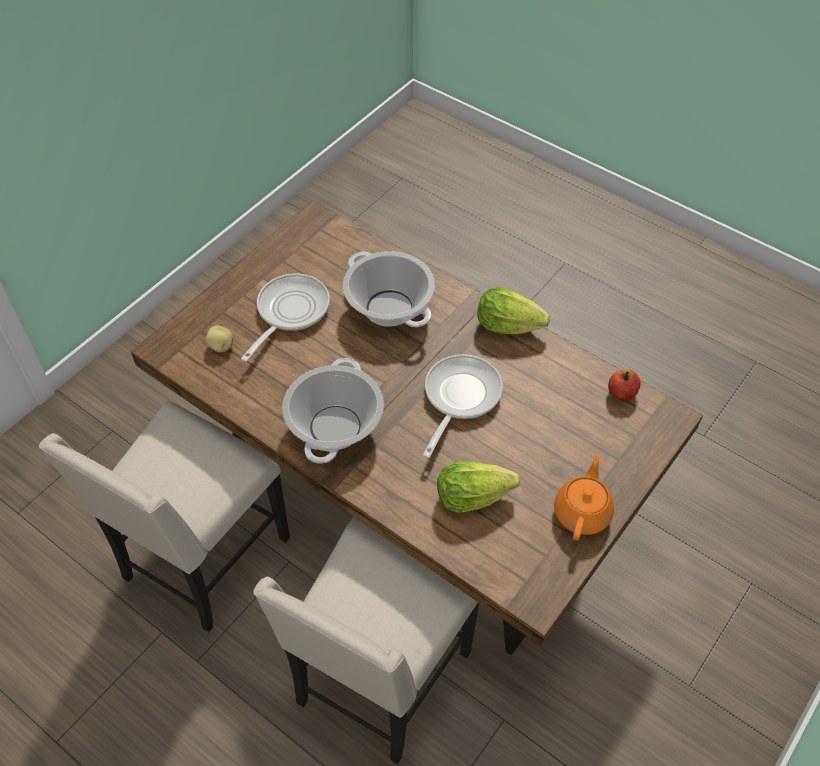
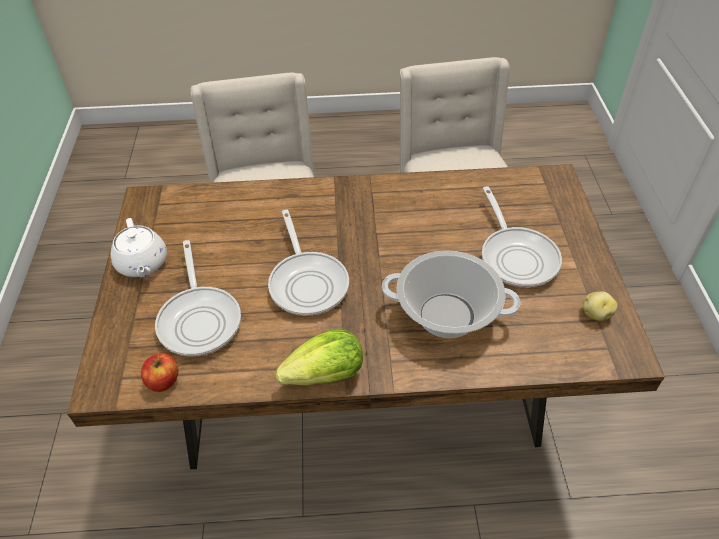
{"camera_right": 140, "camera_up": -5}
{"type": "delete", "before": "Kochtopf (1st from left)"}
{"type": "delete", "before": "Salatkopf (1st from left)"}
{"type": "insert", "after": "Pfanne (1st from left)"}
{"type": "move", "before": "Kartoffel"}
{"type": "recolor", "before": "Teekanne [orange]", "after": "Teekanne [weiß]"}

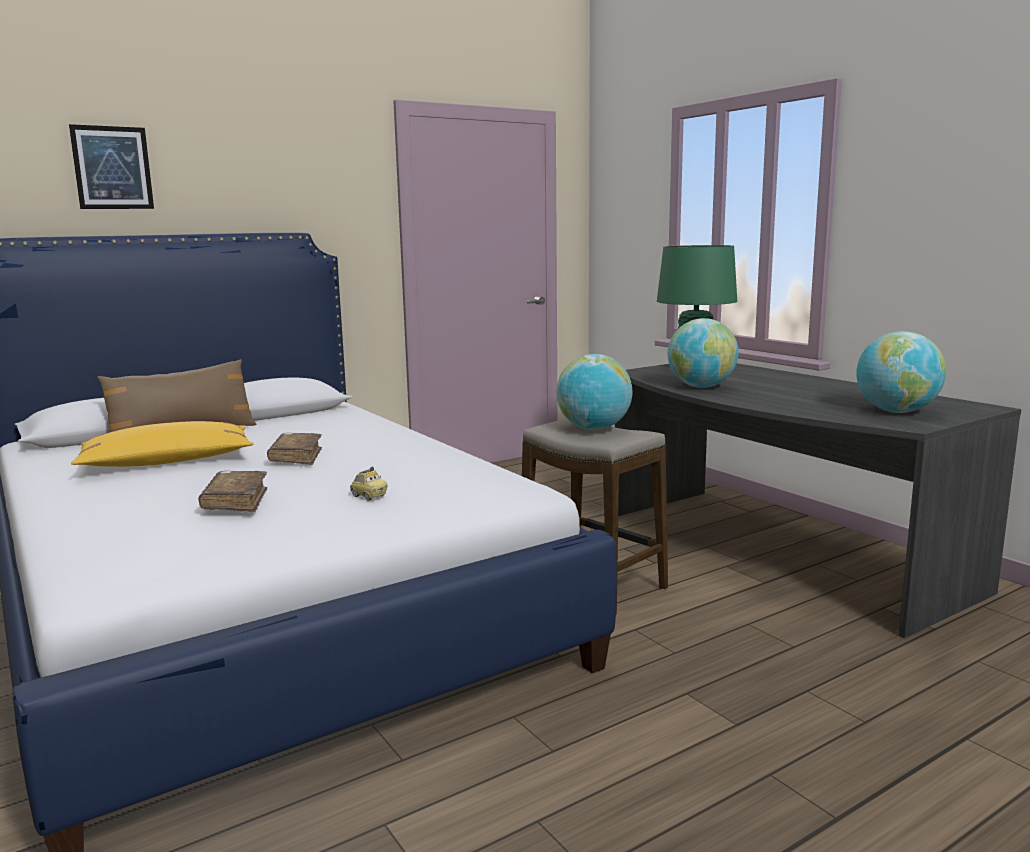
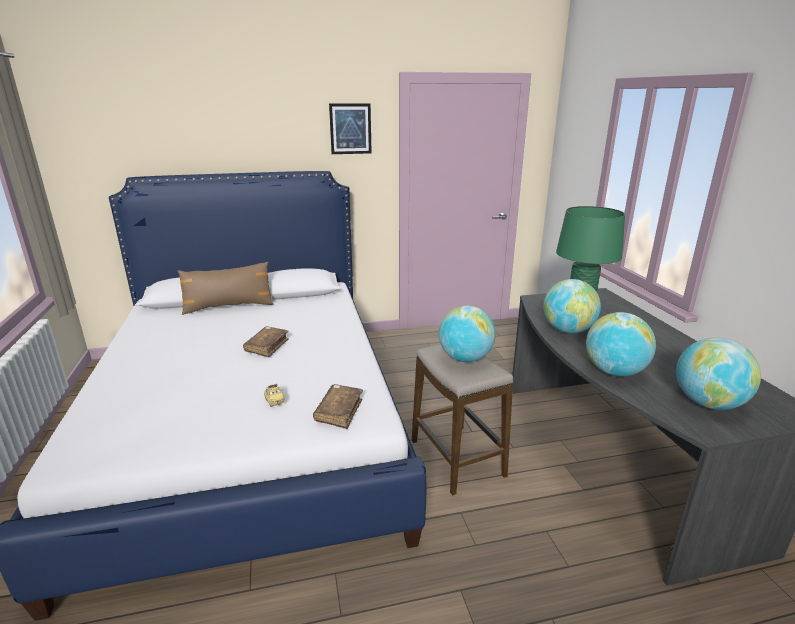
{"camera_right": 20, "camera_up": 10}
{"type": "delete", "before": "Kissen [gelb]"}
{"type": "insert", "after": "Globus (3rd from left)"}
{"type": "move", "before": "Bild"}
{"type": "move", "before": "Buch [braun] (1st from left in the first image)", "after": "Buch [braun] (2nd from left)"}

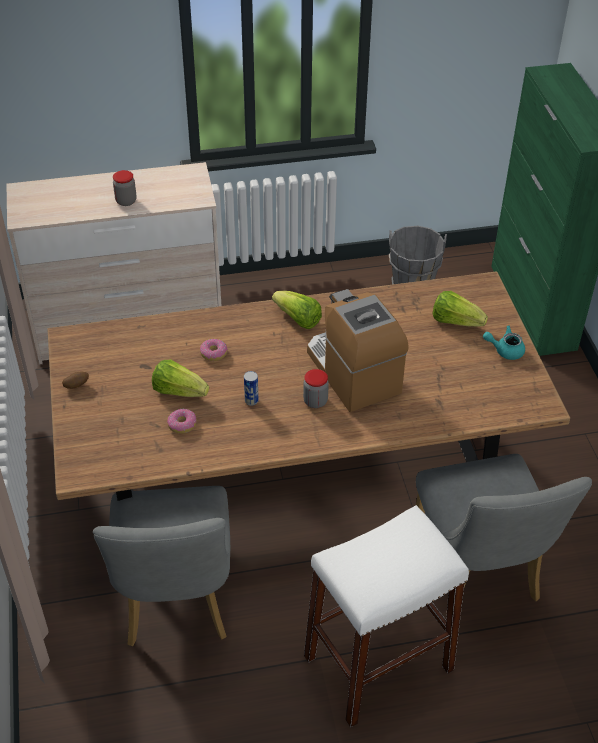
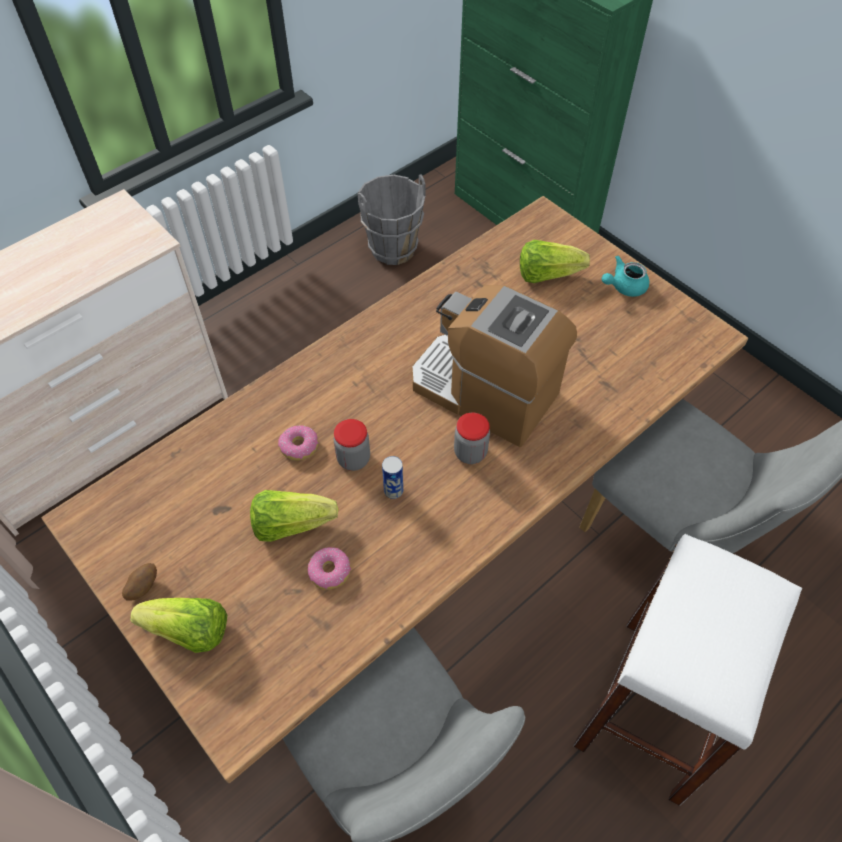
{"camera_right": -30, "camera_up": 10}
{"type": "move", "before": "Vorratsglas (1st from left)"}
{"type": "move", "before": "Salatkopf (2nd from left in the first image)", "after": "Salatkopf (1st from left)"}

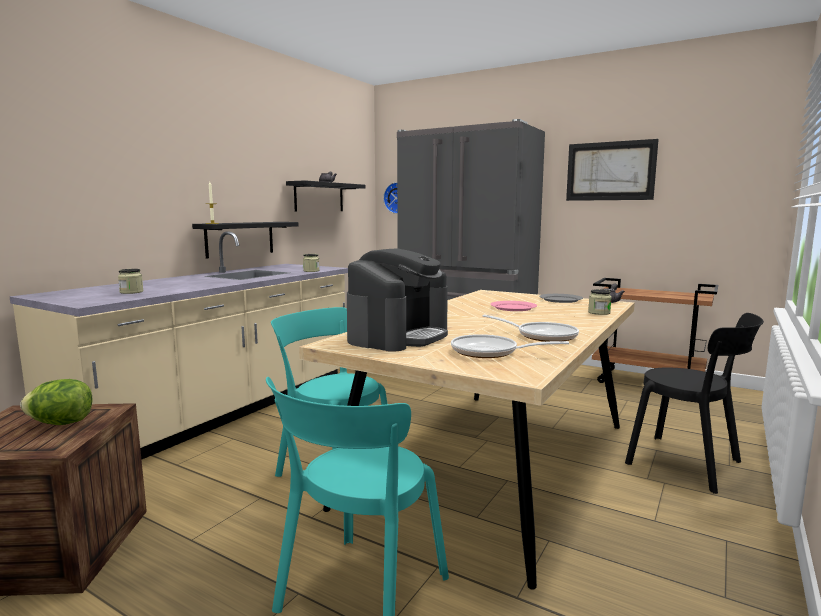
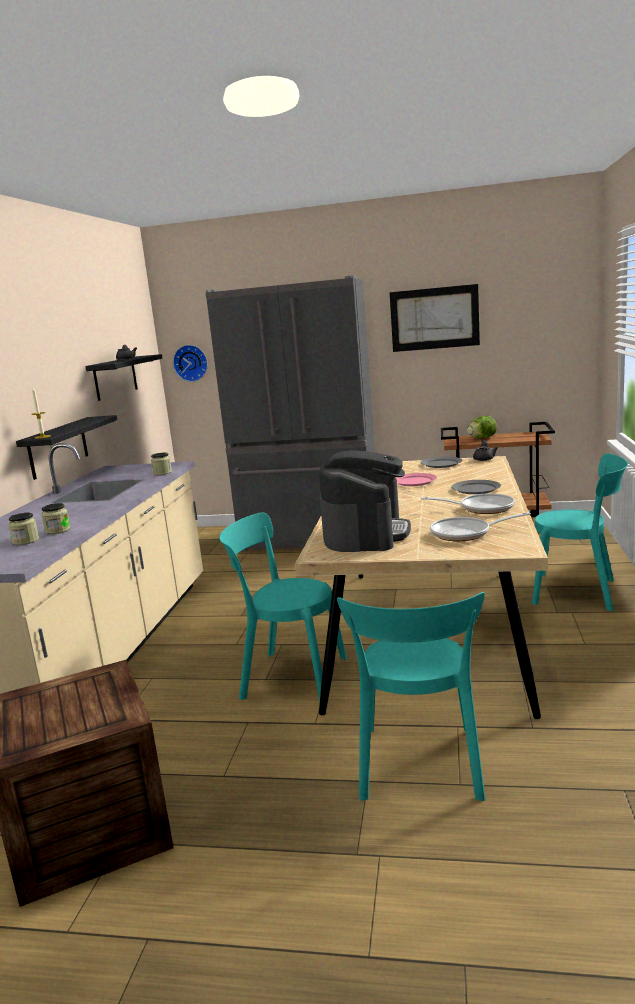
{"camera_right": -20, "camera_up": 5}
{"type": "insert", "after": "Teller [grau] (2nd from left)"}
{"type": "move", "before": "Salatkopf"}
{"type": "move", "before": "Vorratsglas (3rd from left in the first image)", "after": "Vorratsglas (2nd from left)"}
{"type": "recolor", "before": "Stuhl [schwarz]", "after": "Stuhl [türkis] (3rd from left)"}

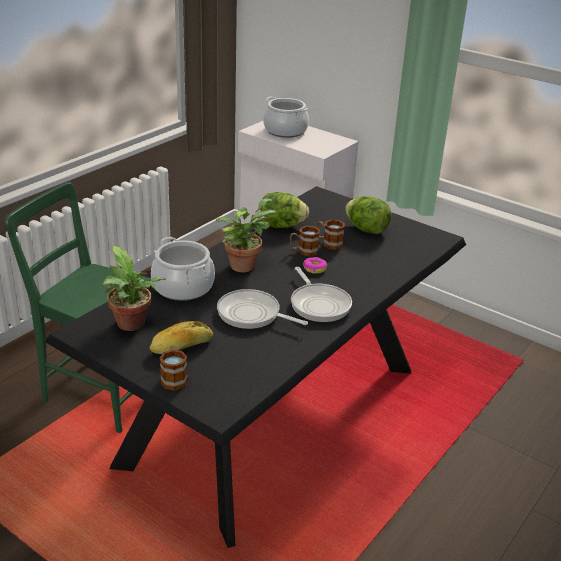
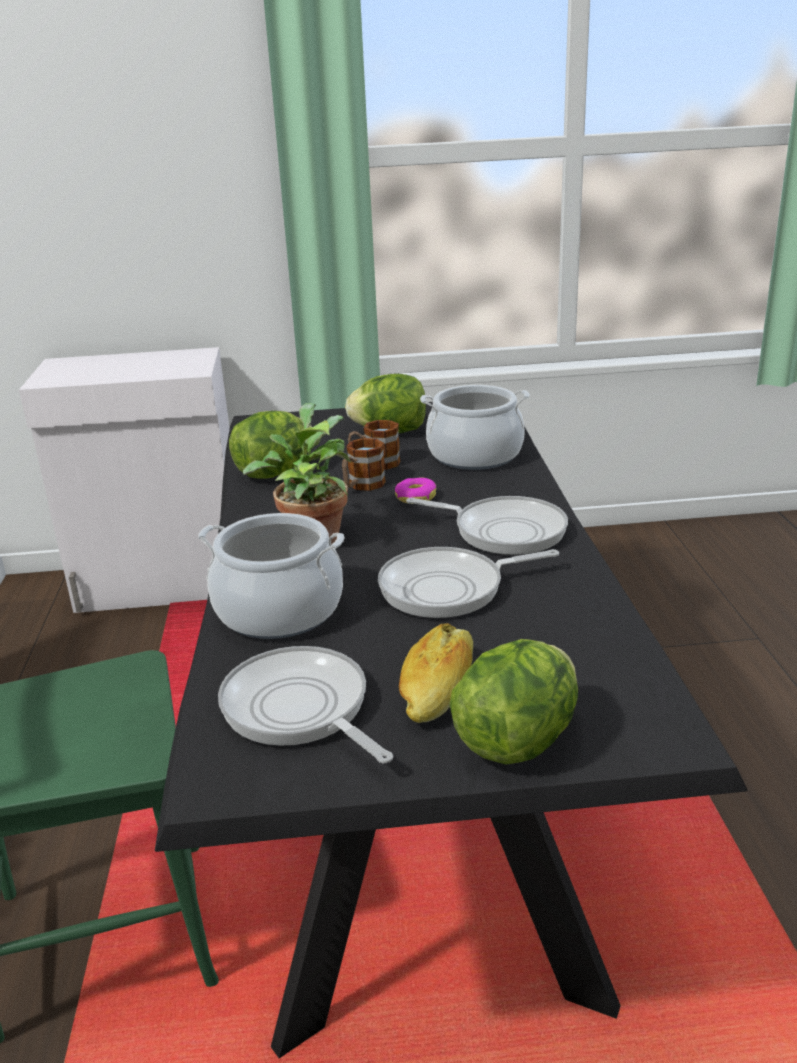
{"camera_right": -40, "camera_up": -5}
{"type": "move", "before": "Kochtopf (2nd from left)"}
{"type": "replace", "before": "Topfpflanze (1st from left)", "after": "Pfanne (1st from left)"}
{"type": "replace", "before": "Henkelbecher (1st from left)", "after": "Salatkopf (3rd from left)"}

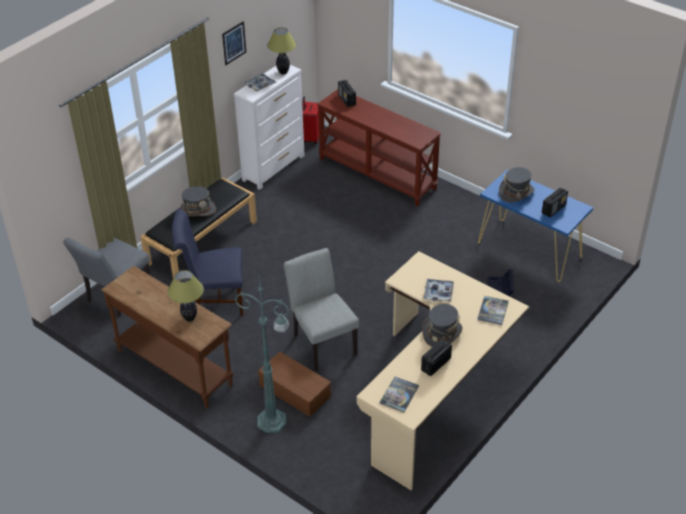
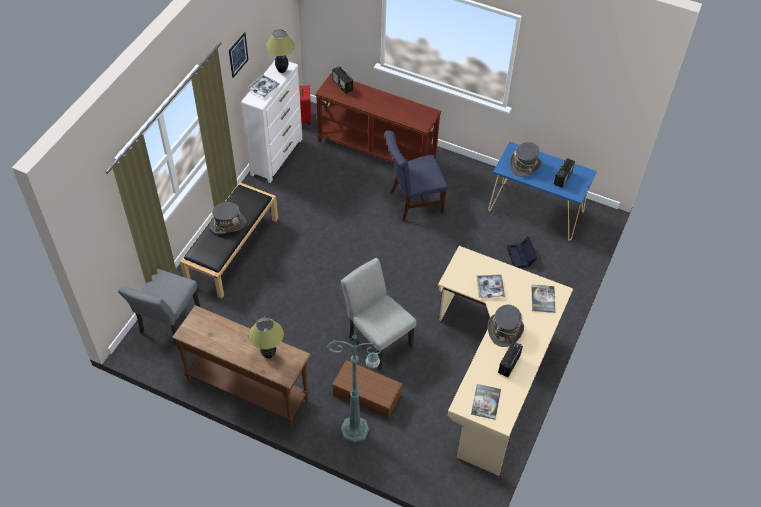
{"camera_right": -15, "camera_up": 10}
{"type": "move", "before": "Stuhl [blau]"}

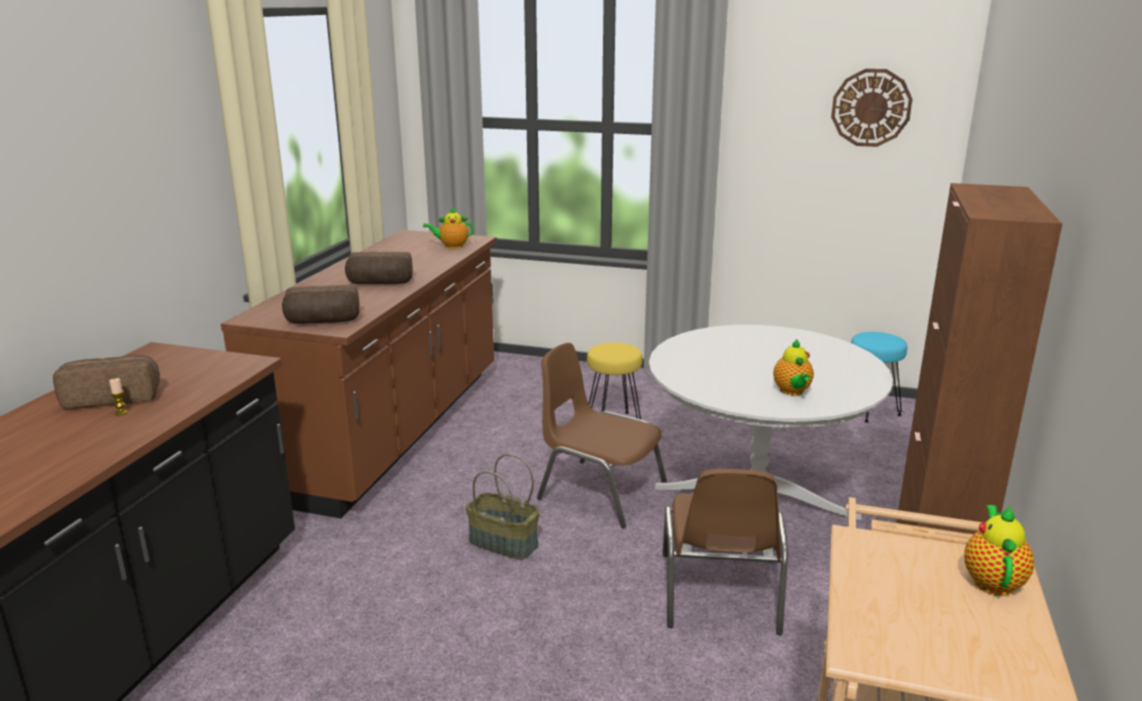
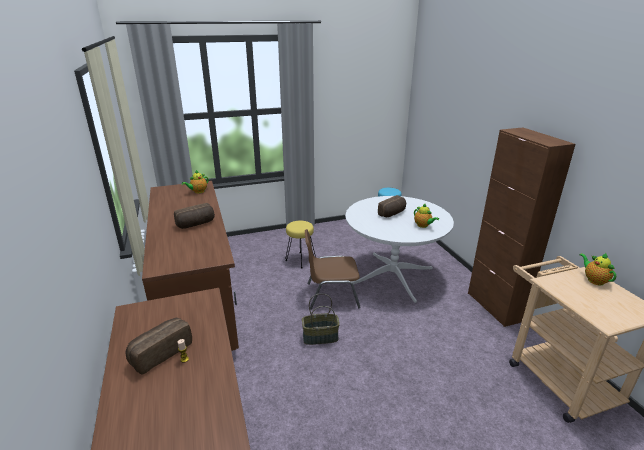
{"camera_right": -35, "camera_up": 5}
{"type": "delete", "before": "Stuhl [braun] (2nd from left)"}
{"type": "delete", "before": "Wanduhr"}
{"type": "move", "before": "Brot (2nd from left in the first image)", "after": "Brot (3rd from left)"}

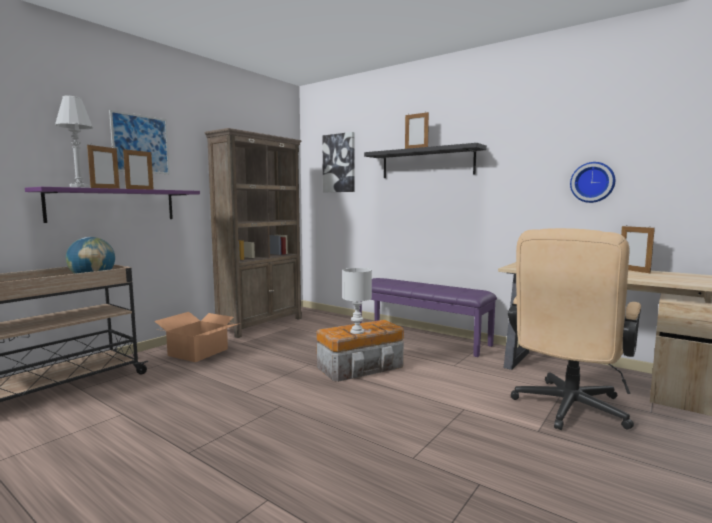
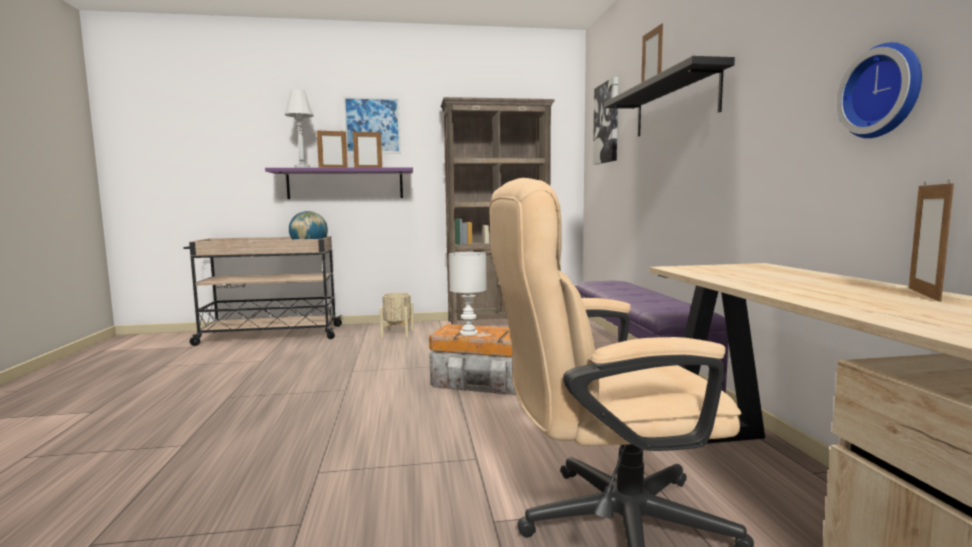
{"camera_right": 45, "camera_up": 0}
{"type": "replace", "before": "Karton", "after": "Pflanzkübel [beige]"}

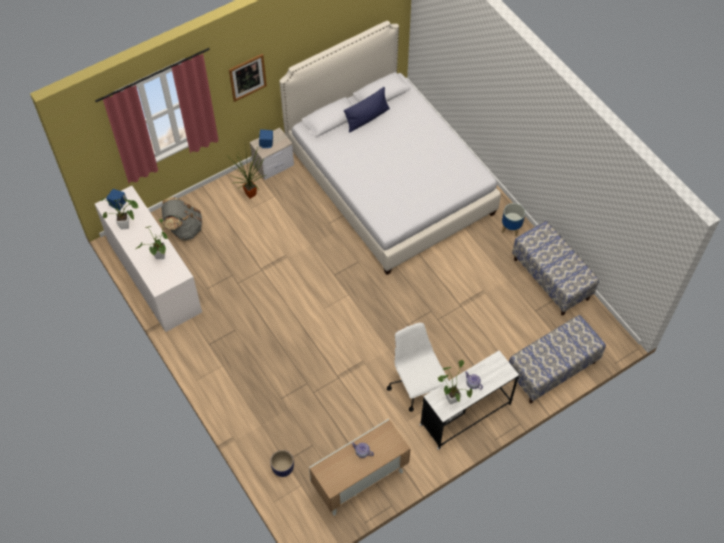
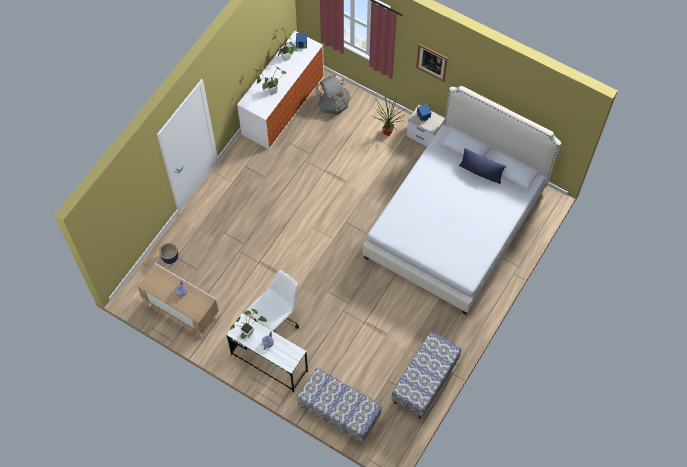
{"camera_right": 65, "camera_up": 5}
{"type": "delete", "before": "Pflanzkübel (2nd from left)"}

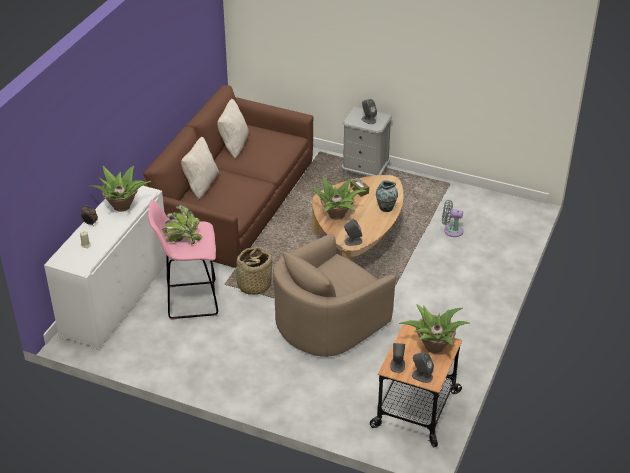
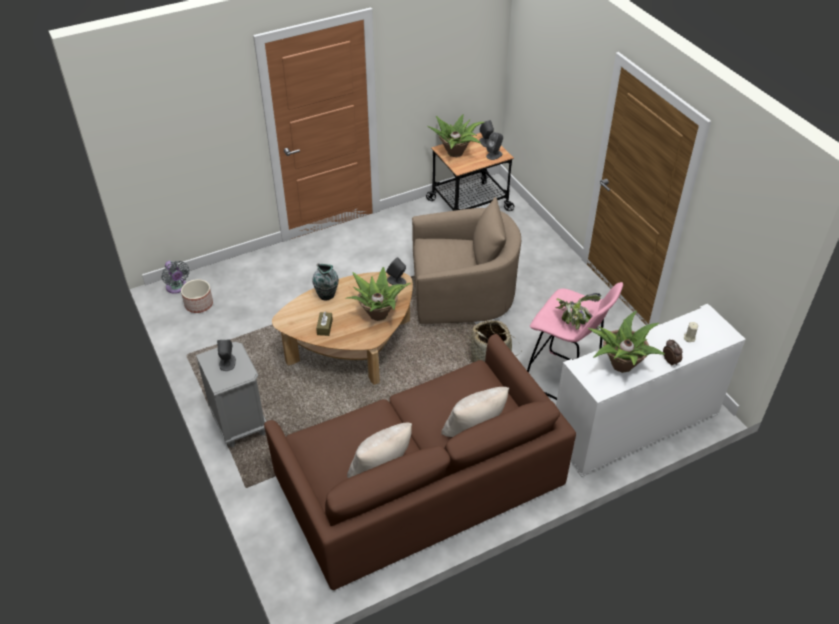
{"camera_right": -140, "camera_up": 5}
{"type": "insert", "after": "Pflanzkübel"}
{"type": "move", "before": "Ventilator [grau]"}

